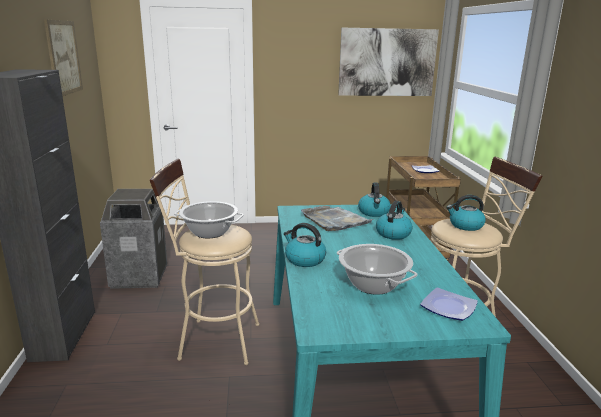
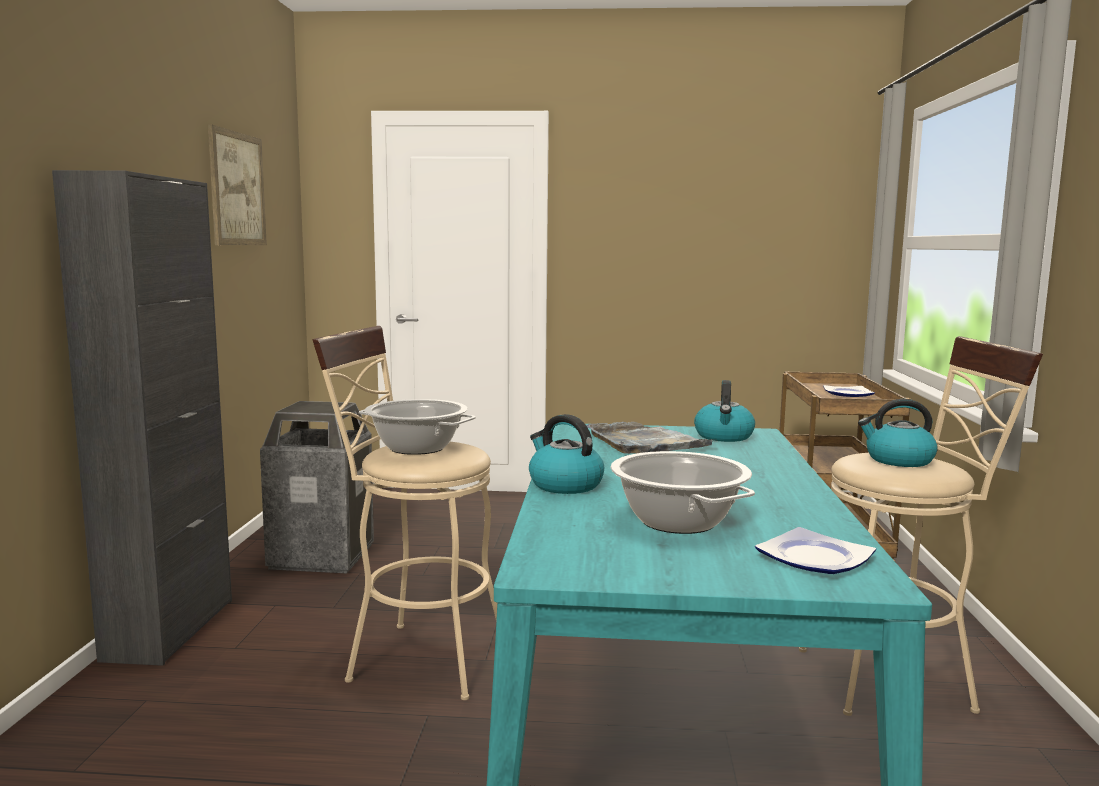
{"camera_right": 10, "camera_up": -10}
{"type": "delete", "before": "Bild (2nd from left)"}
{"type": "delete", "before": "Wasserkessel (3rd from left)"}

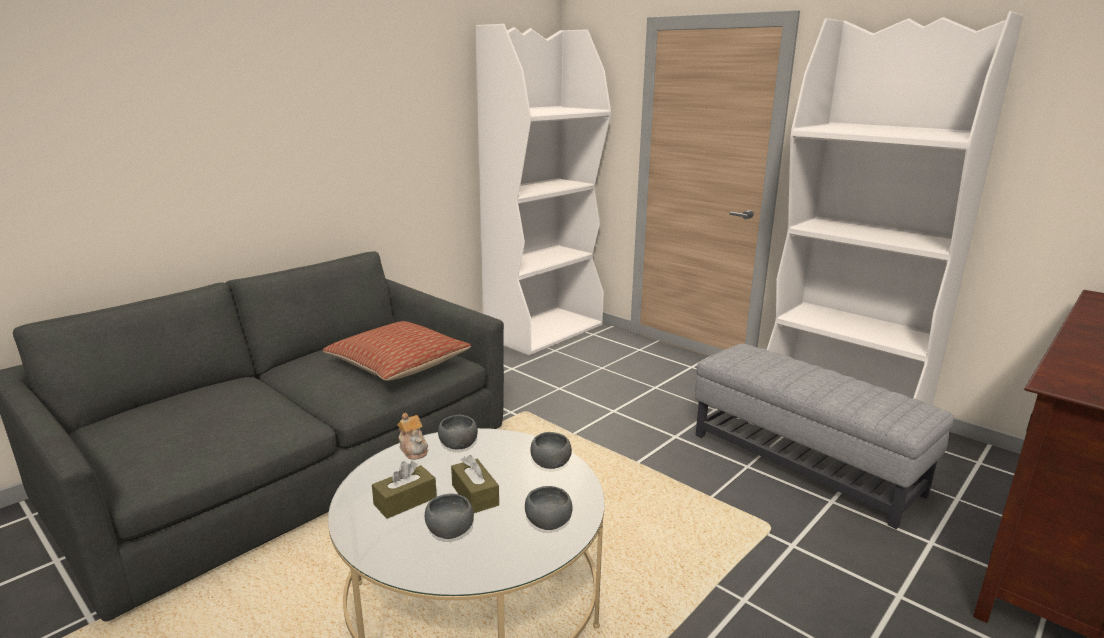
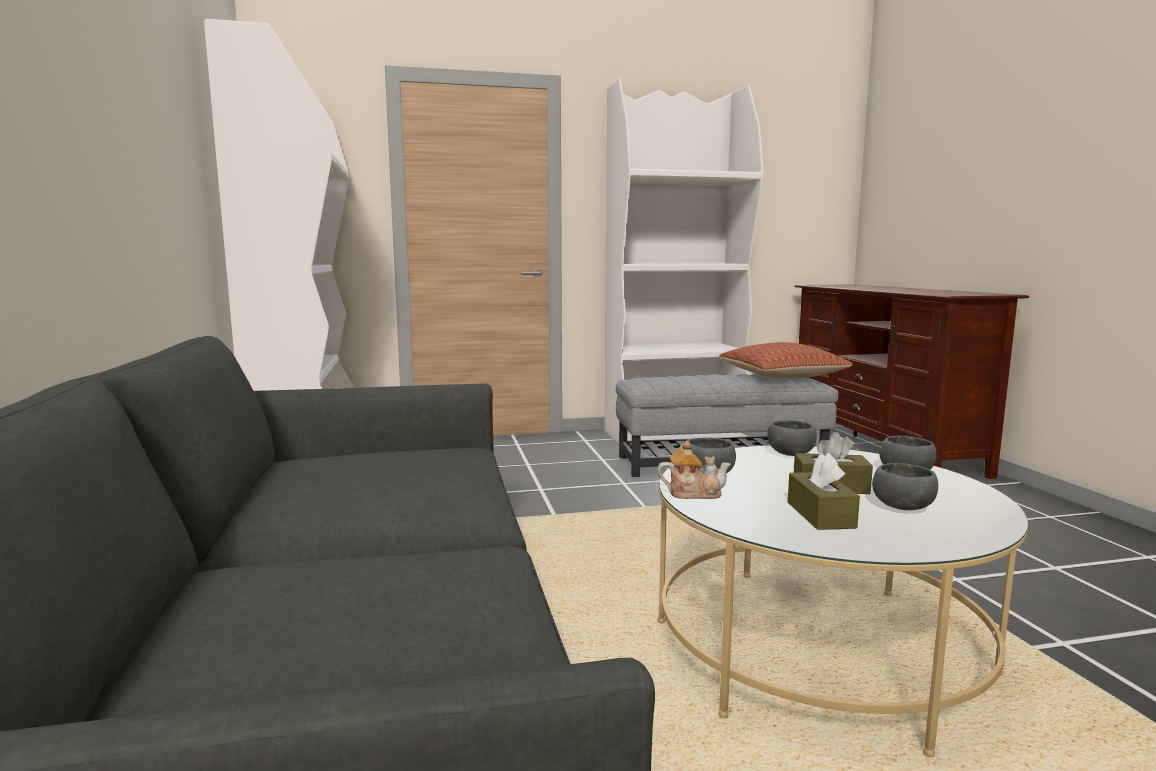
{"camera_right": -55, "camera_up": -10}
{"type": "move", "before": "Kissen"}

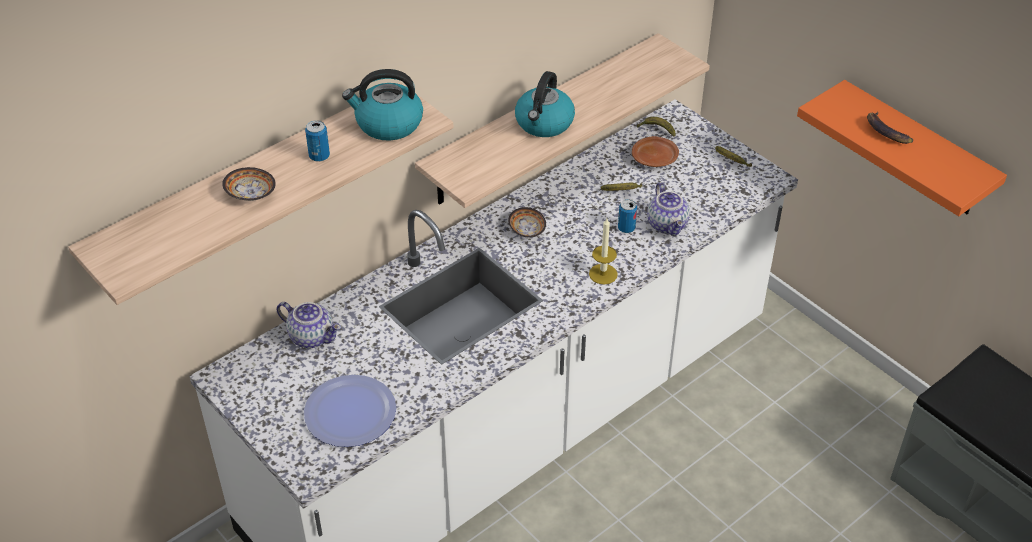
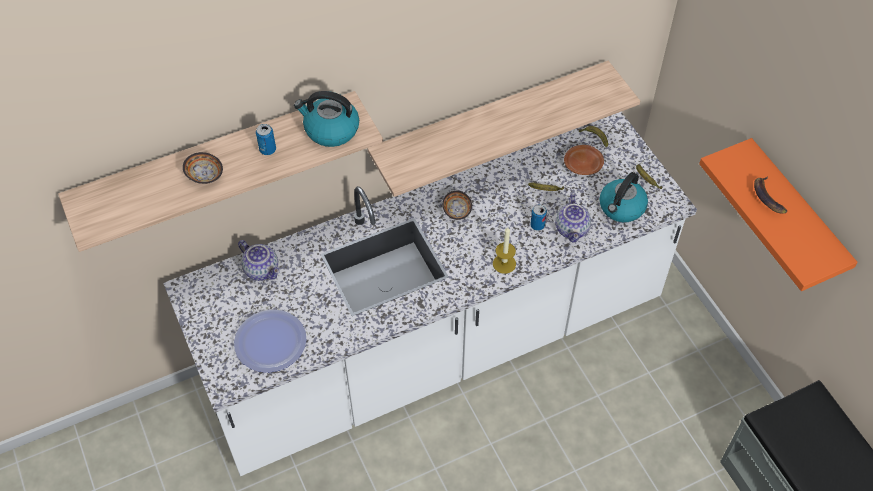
{"camera_right": 15, "camera_up": 10}
{"type": "move", "before": "Wasserkessel (2nd from left)"}

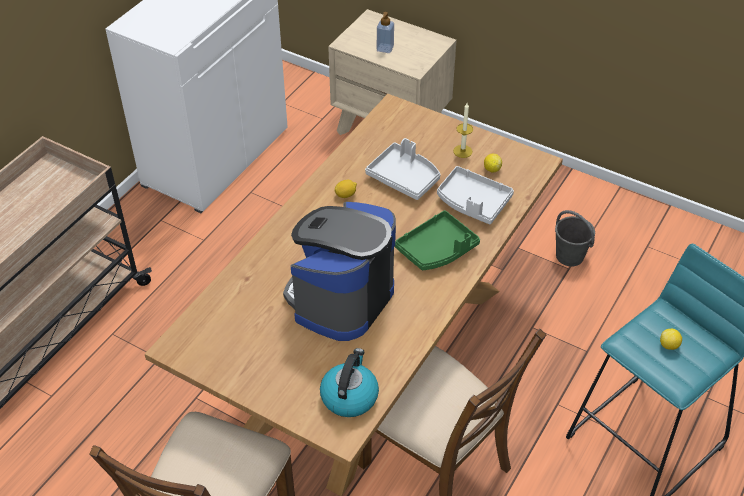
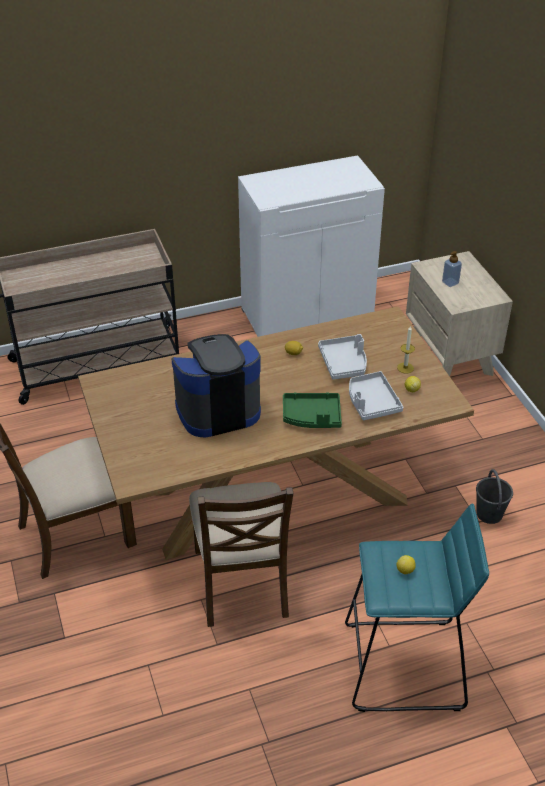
{"camera_right": 40, "camera_up": -5}
{"type": "delete", "before": "Wasserkessel"}

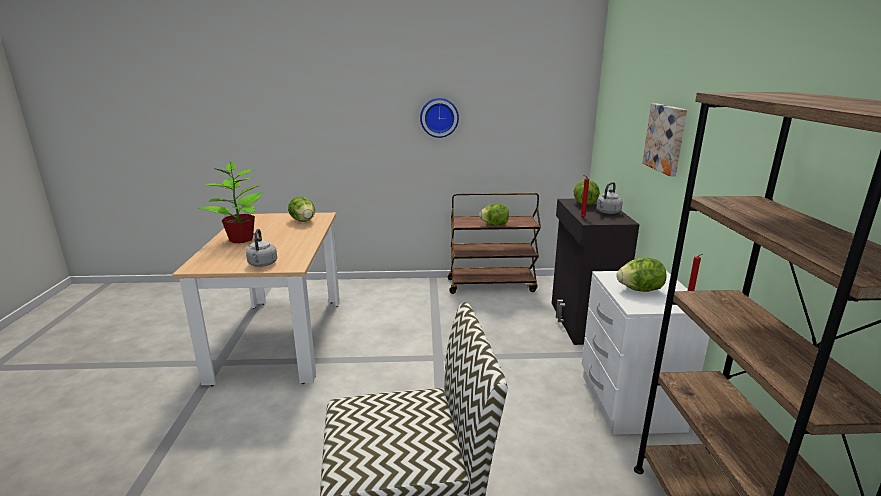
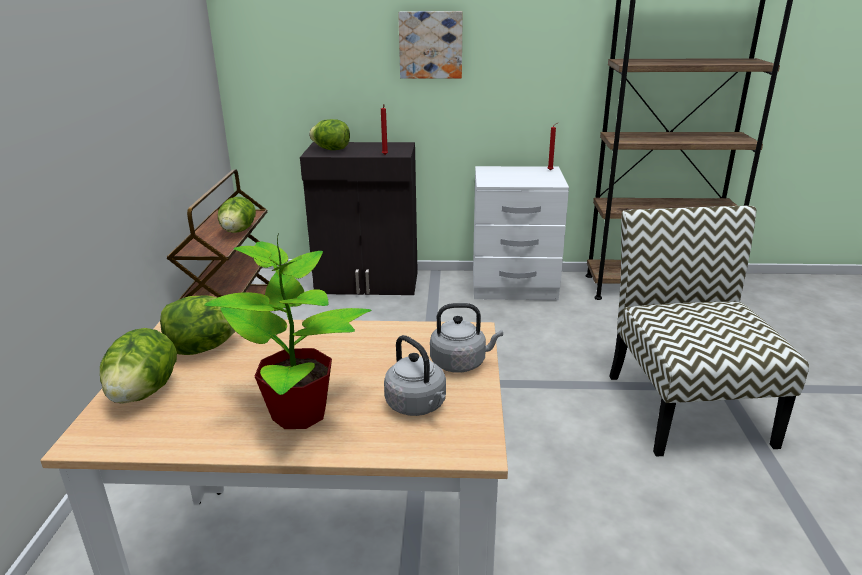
{"camera_right": -85, "camera_up": 5}
{"type": "delete", "before": "Wanduhr"}
{"type": "move", "before": "Wasserkessel [grau] (2nd from left in the first image)", "after": "Wasserkessel [grau] (1st from left)"}
{"type": "move", "before": "Salatkopf (4th from left in the first image)", "after": "Salatkopf (1st from left)"}

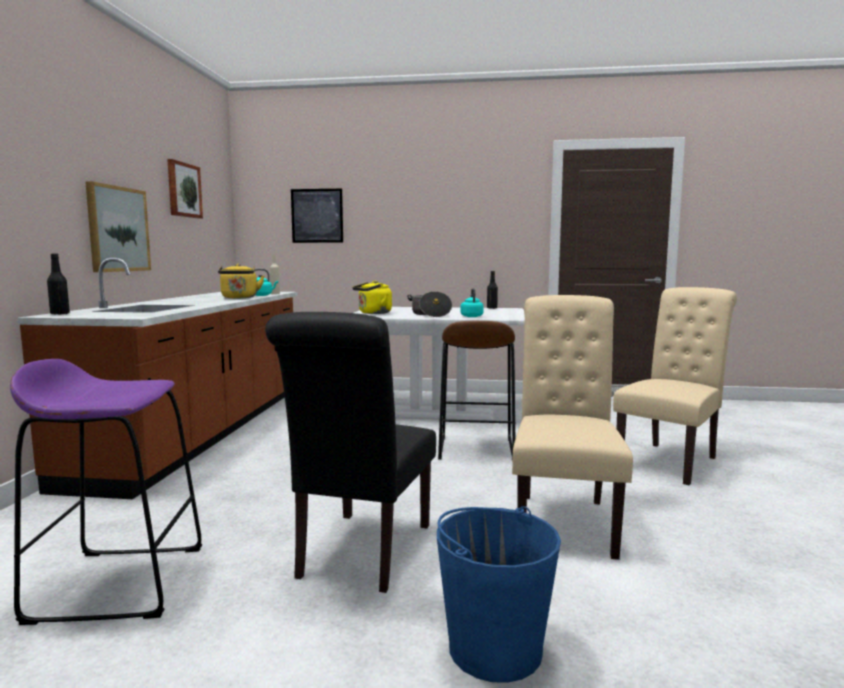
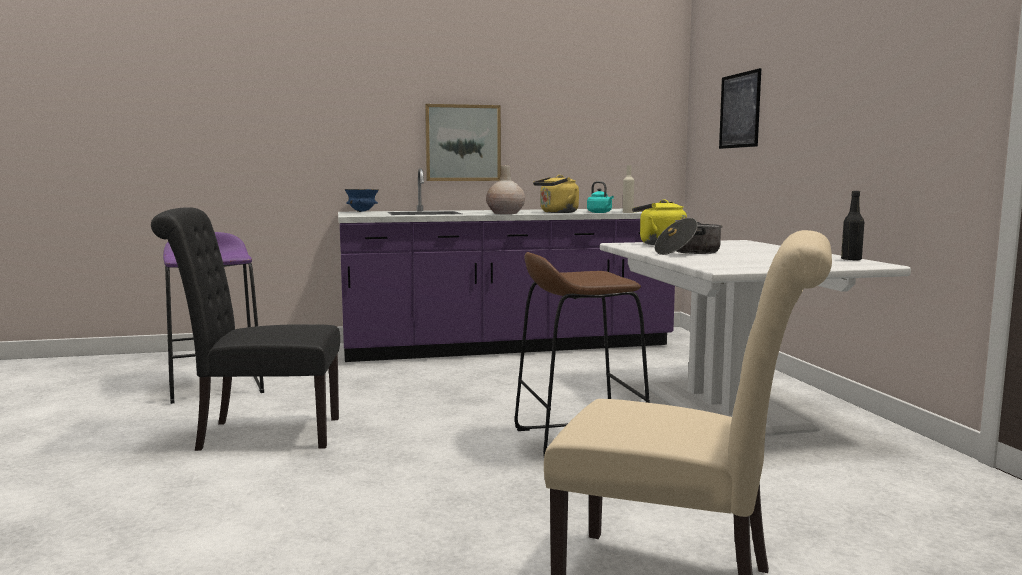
{"camera_right": 70, "camera_up": 0}
{"type": "delete", "before": "Bild (2nd from left)"}
{"type": "delete", "before": "Eimer [blau]"}
{"type": "delete", "before": "Wasserkessel [türkis] (2nd from left)"}
{"type": "delete", "before": "Stuhl [beige] (1st from left)"}
{"type": "insert", "after": "Vase [beige]"}
{"type": "replace", "before": "Flasche [schwarz] (1st from left)", "after": "Schüssel [blau]"}
{"type": "recolor", "before": "Küchenzeile [braun]", "after": "Küchenzeile [lila]"}

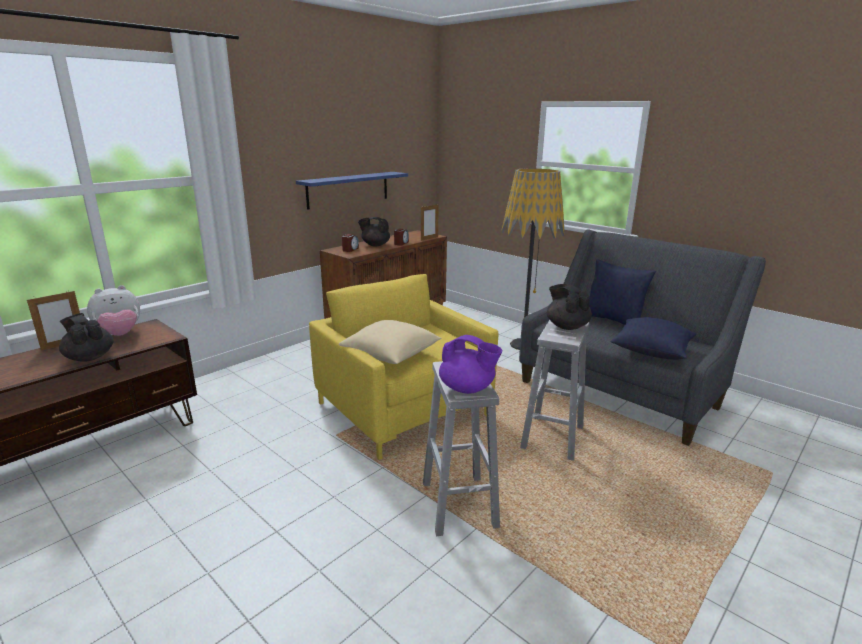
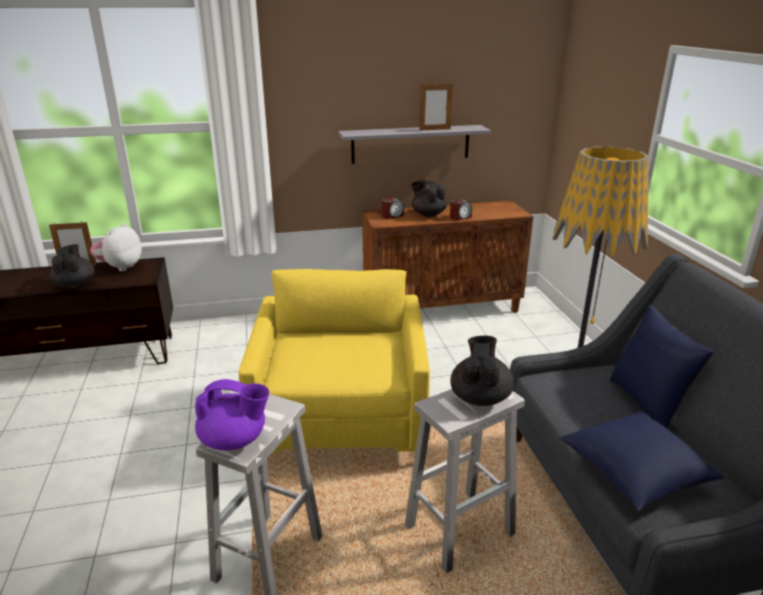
{"camera_right": 35, "camera_up": 5}
{"type": "delete", "before": "Kissen [beige]"}
{"type": "move", "before": "Bilderrahmen (2nd from left)"}
{"type": "recolor", "before": "Wandregal [blau]", "after": "Wandregal [grau]"}
{"type": "rotate", "before": "Plüschtier", "turn": 105}
{"type": "rotate", "before": "Teekanne [lila]", "turn": -60}

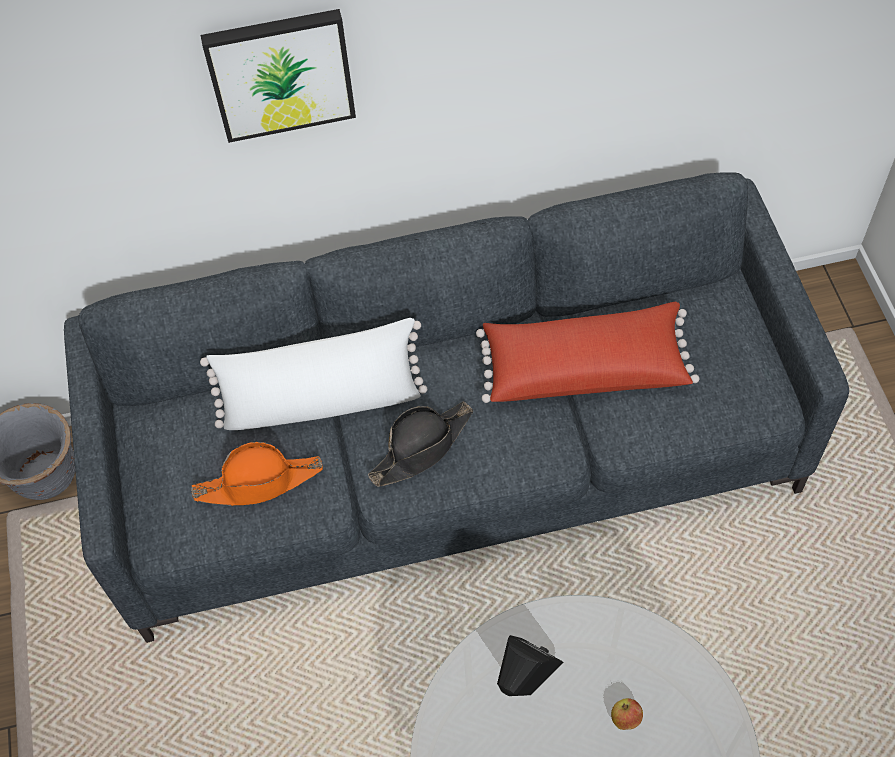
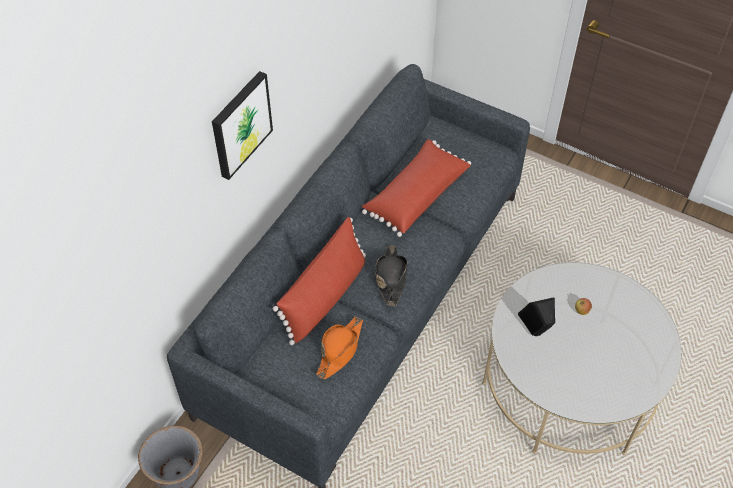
{"camera_right": -50, "camera_up": -5}
{"type": "recolor", "before": "Kissen [weiß]", "after": "Kissen [rot] (1st from left)"}

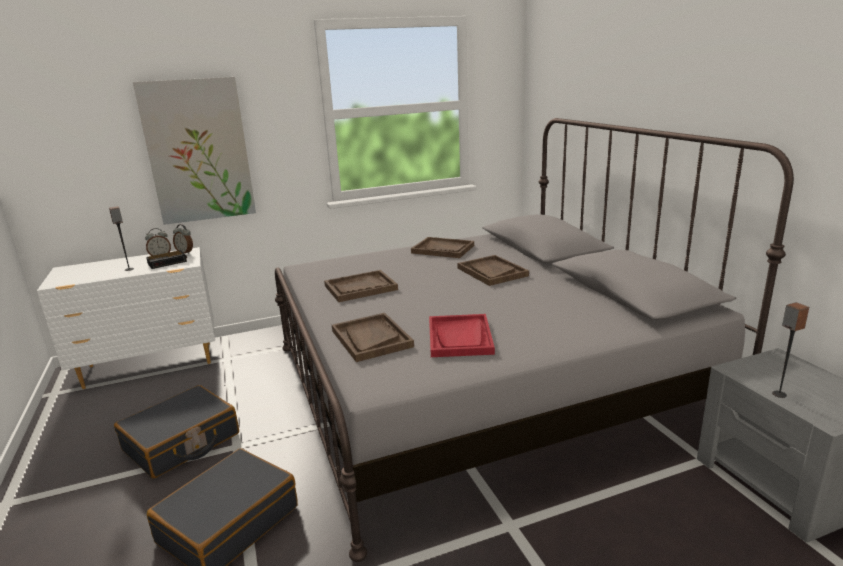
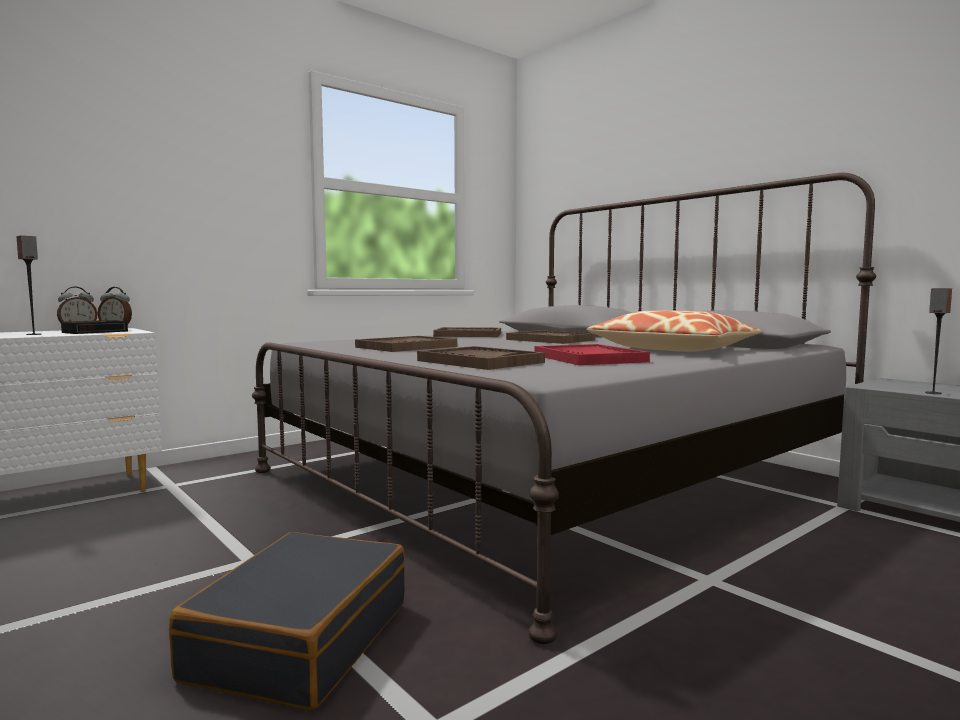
{"camera_right": -20, "camera_up": -15}
{"type": "delete", "before": "Koffer [schwarz] (1st from left)"}
{"type": "delete", "before": "Bild"}
{"type": "insert", "after": "Kissen"}

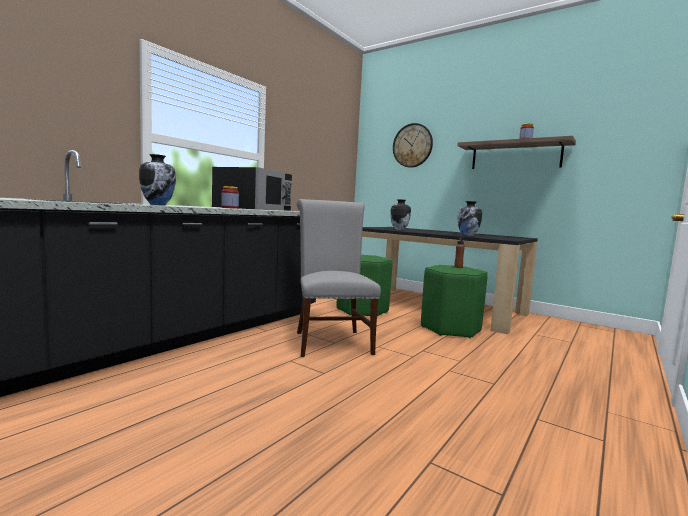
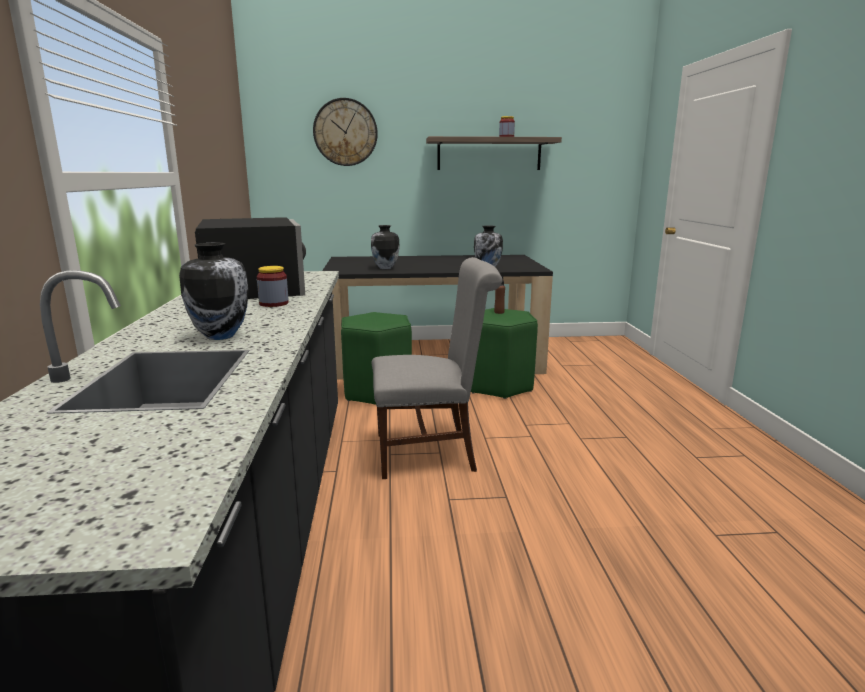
{"camera_right": -40, "camera_up": 10}
{"type": "rotate", "before": "Stuhl [grau]", "turn": 135}

